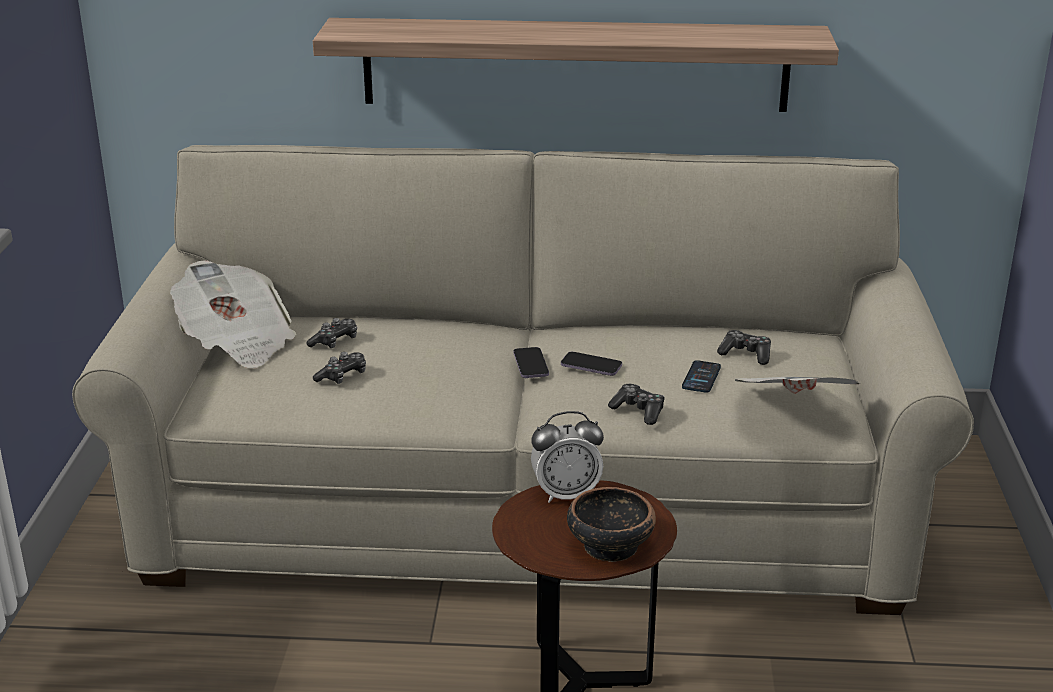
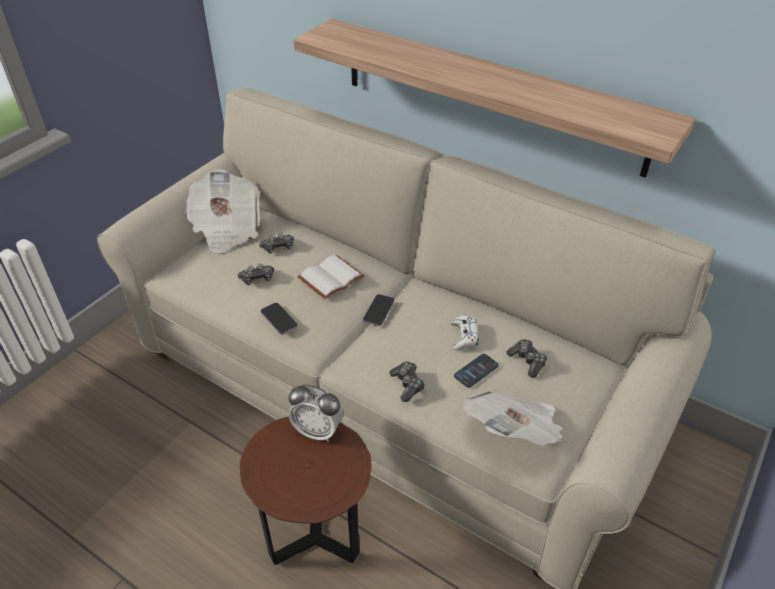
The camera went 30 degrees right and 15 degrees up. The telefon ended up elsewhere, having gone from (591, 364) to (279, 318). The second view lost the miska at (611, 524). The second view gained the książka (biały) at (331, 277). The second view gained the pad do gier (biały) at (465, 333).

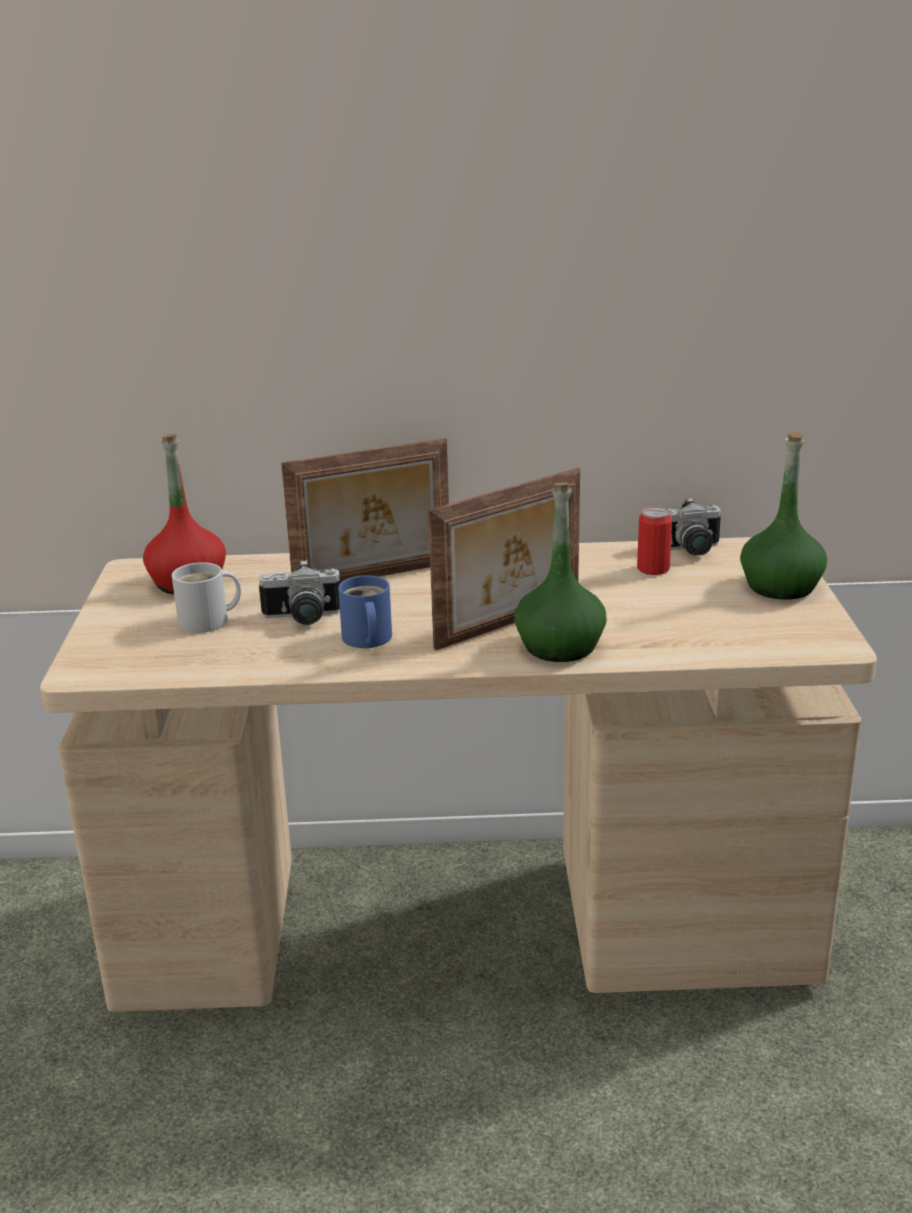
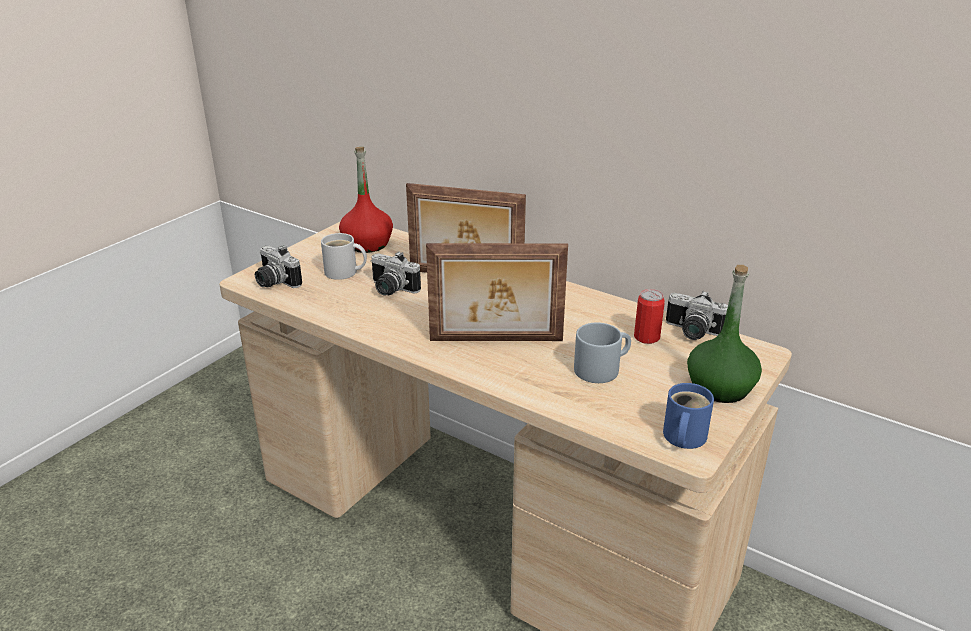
The camera went 35 degrees right and 5 degrees up. The second view lost the butelka (zielony) at (560, 572). The kubek (niebieski) ended up elsewhere, having gone from (365, 611) to (688, 416). The second view gained the aparat fotograficzny at (278, 266). The second view gained the kubek (szary) at (602, 353).

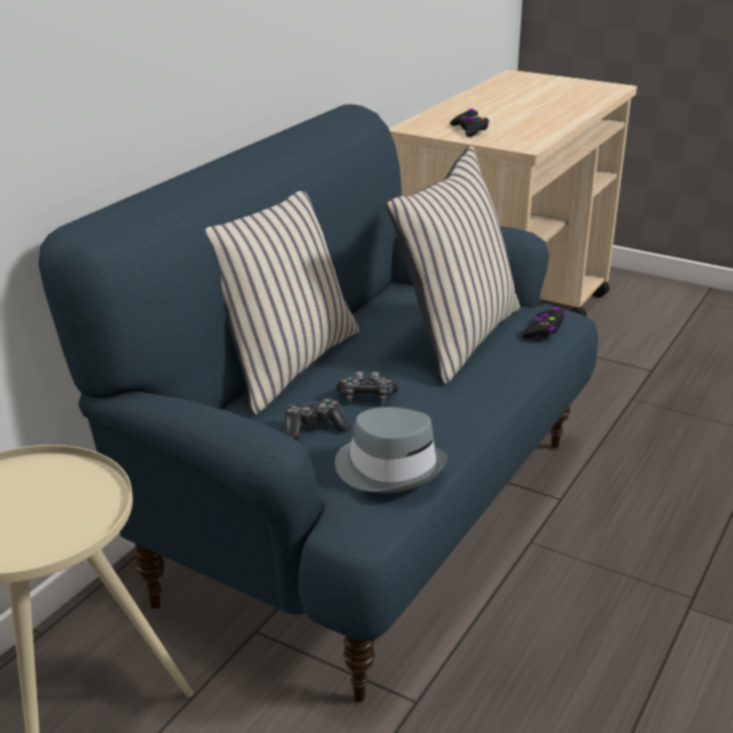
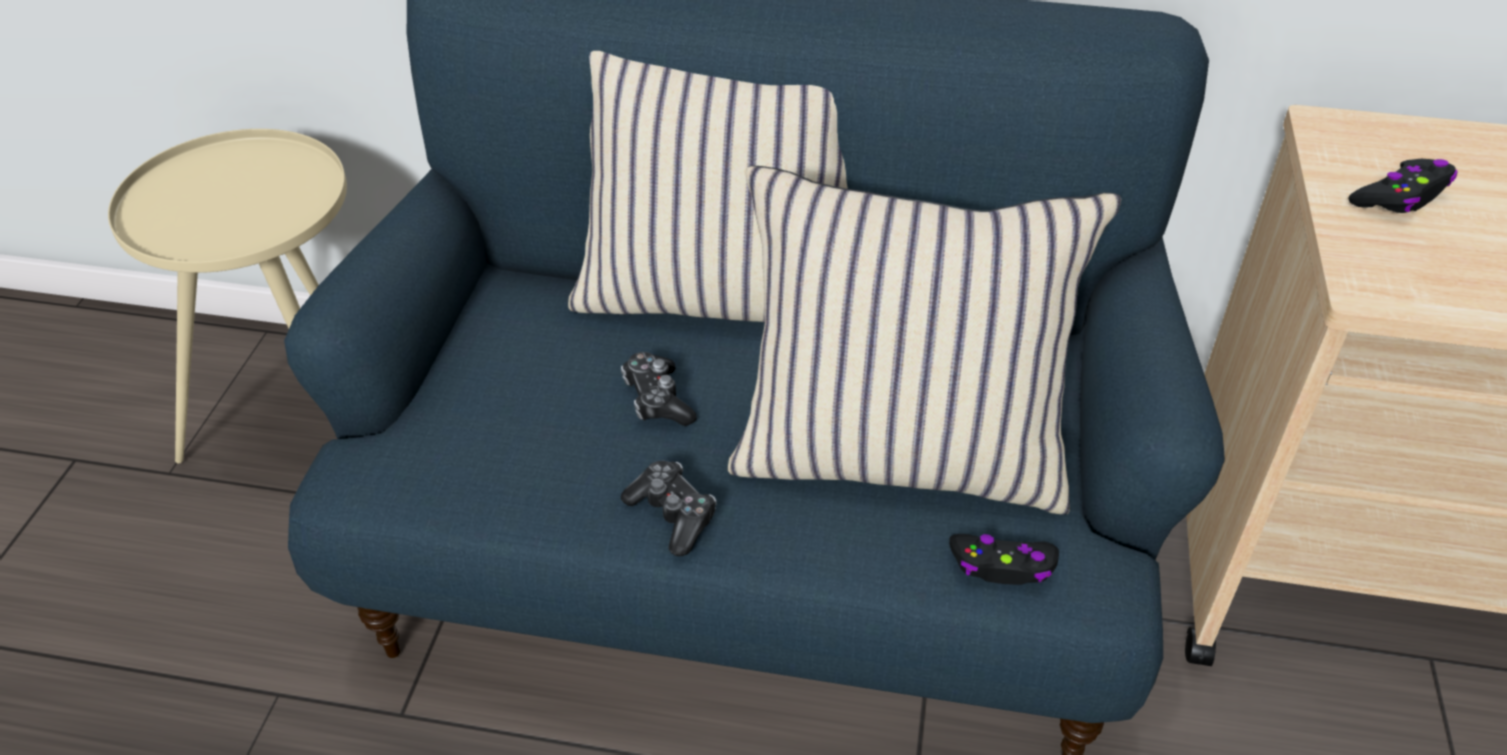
The camera went 70 degrees right and 15 degrees up. The pad do gier ended up elsewhere, having gone from (317, 419) to (669, 508). The second view lost the kapelusz (szary) at (391, 450).

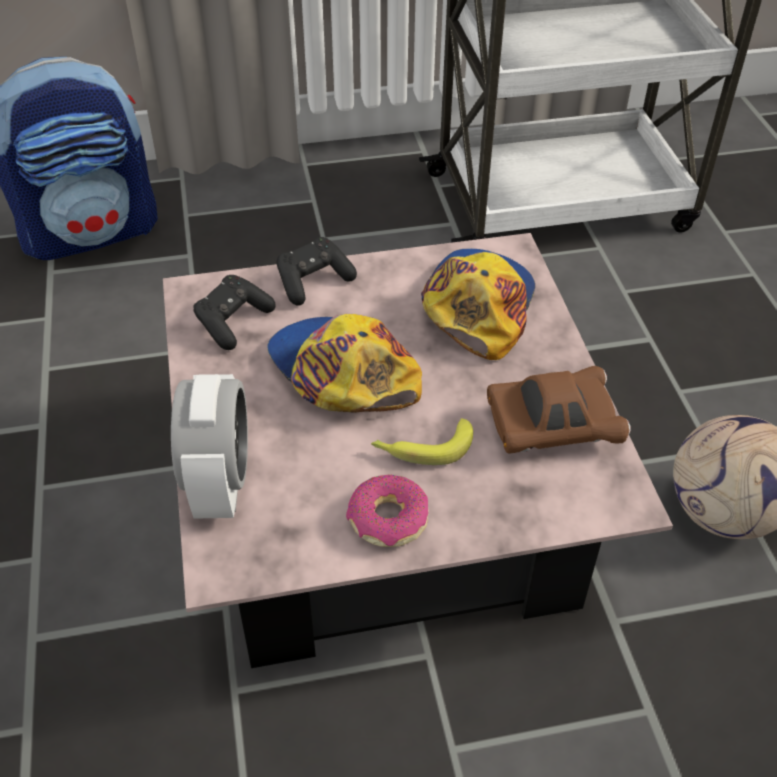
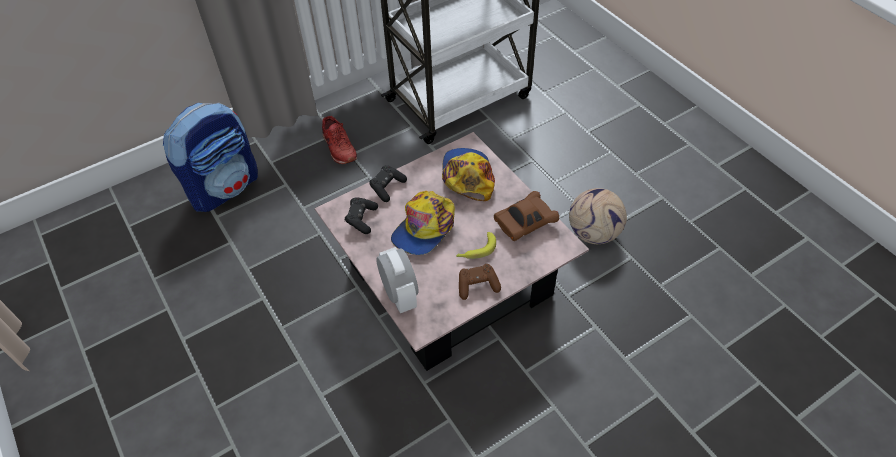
The camera went 20 degrees left and 5 degrees up. The czapka z daszkiem at (345, 363) ended up facing another way, 90 degrees counterclockwise from before. Where the donut stood at (387, 510), the pad do gier (brązowy) came to stand at (480, 282). The second view gained the but (czerwony) at (339, 140).

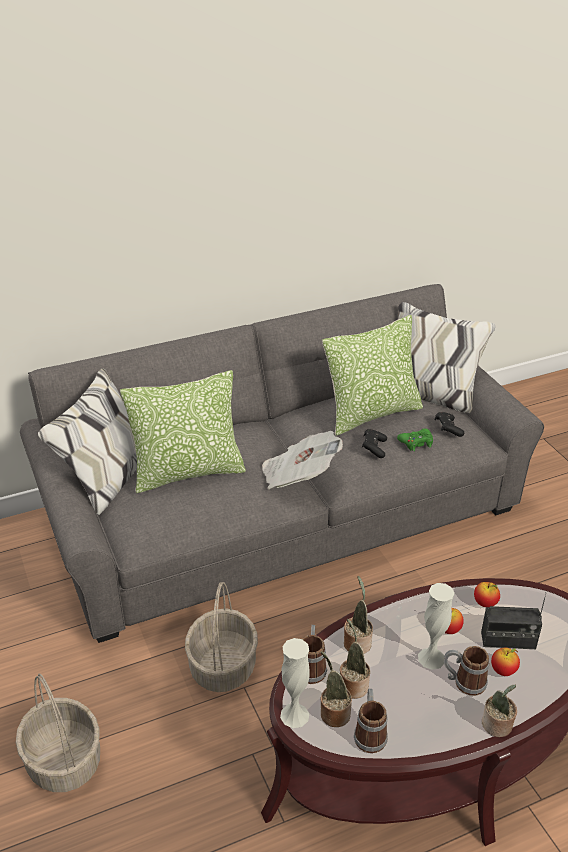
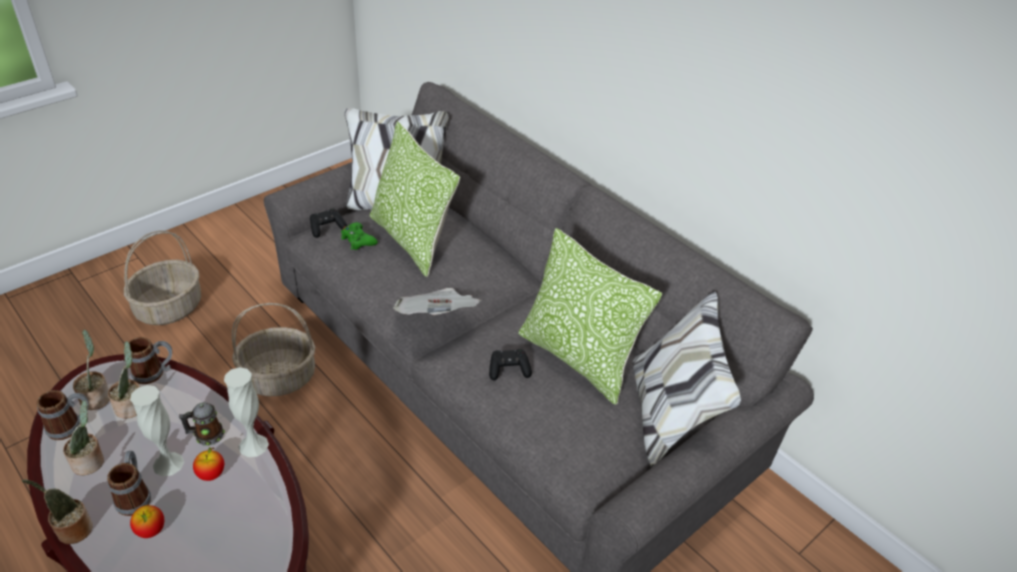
The camera went 70 degrees right and 5 degrees up. The pad do gier (czarny) ended up elsewhere, having gone from (449, 424) to (328, 223). The pad do gier (zielony) ended up elsewhere, having gone from (415, 439) to (359, 236). The roślina doniczkowa ended up elsewhere, having gone from (358, 615) to (83, 437). The second view lost the jabłko at (487, 594). The second view lost the radio at (514, 620). The wazon (biały) ended up elsewhere, having gone from (295, 683) to (246, 412). The second view gained the kubek at (202, 424).

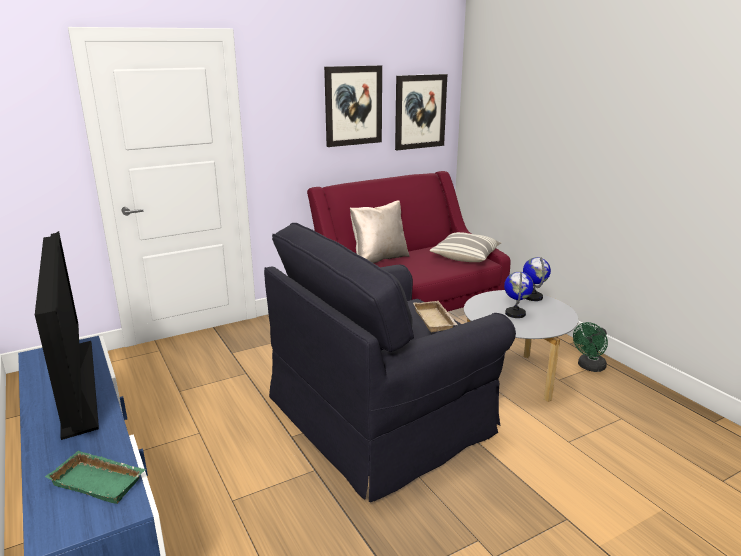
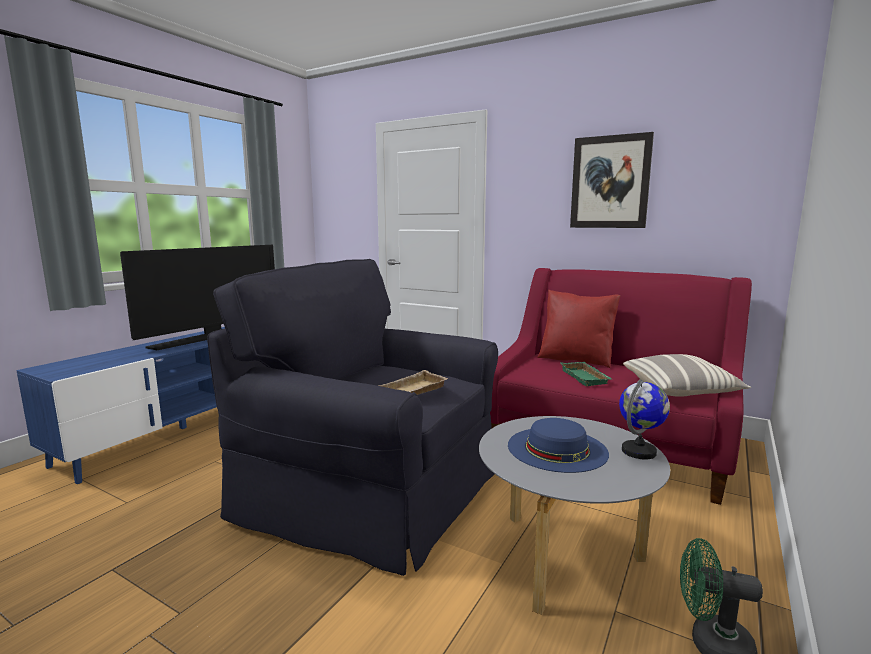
The camera went 60 degrees right and 10 degrees down. The second view lost the obraz at (421, 112). What was the poduszka (beżowy) at (380, 231) turned into the poduszka (czerwony) at (578, 329). Where the globus stood at (519, 295), the kapelusz (niebieski) came to stand at (558, 445). The taca (zielony) ended up elsewhere, having gone from (95, 477) to (586, 374).

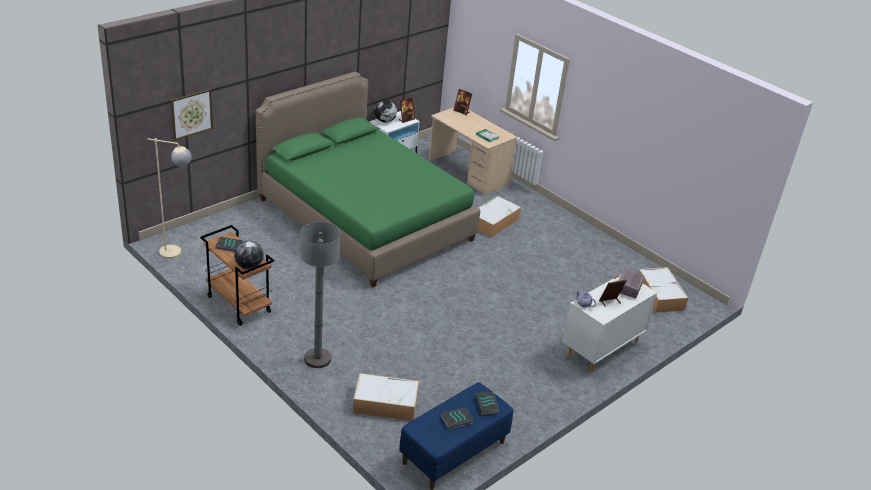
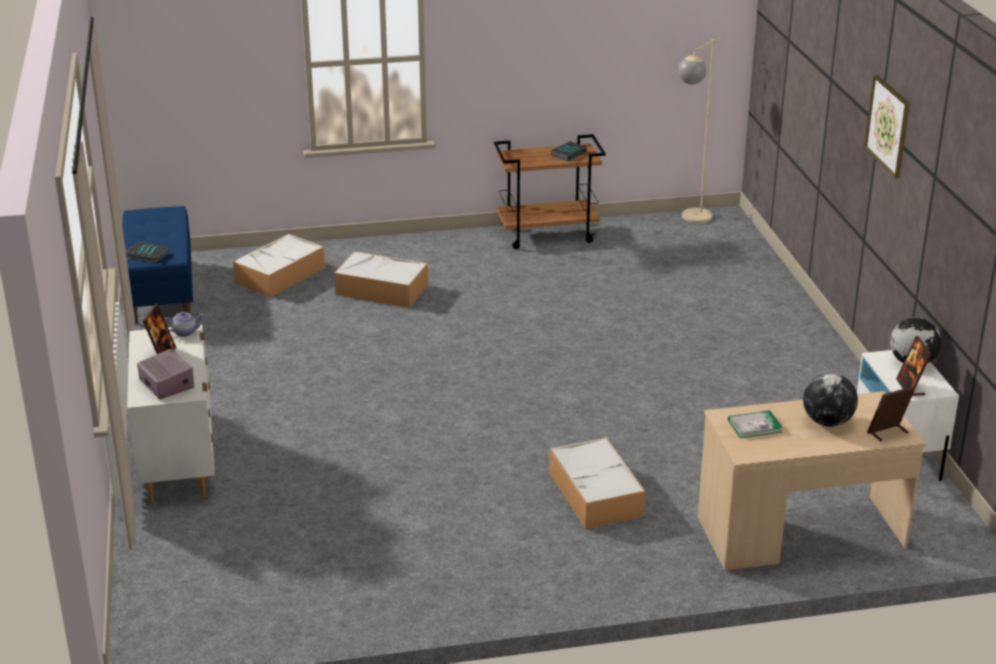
The camera went 125 degrees right and 5 degrees down. The second view lost the łóżko (zielony) at (368, 179). The obraz ended up elsewhere, having gone from (192, 114) to (887, 126). The second view lost the lampa stojąca (szary) at (320, 295). The globus ended up elsewhere, having gone from (249, 255) to (830, 400). The pojemnik do przechowywania ended up elsewhere, having gone from (663, 290) to (381, 279). The second view lost the książka at (457, 418).

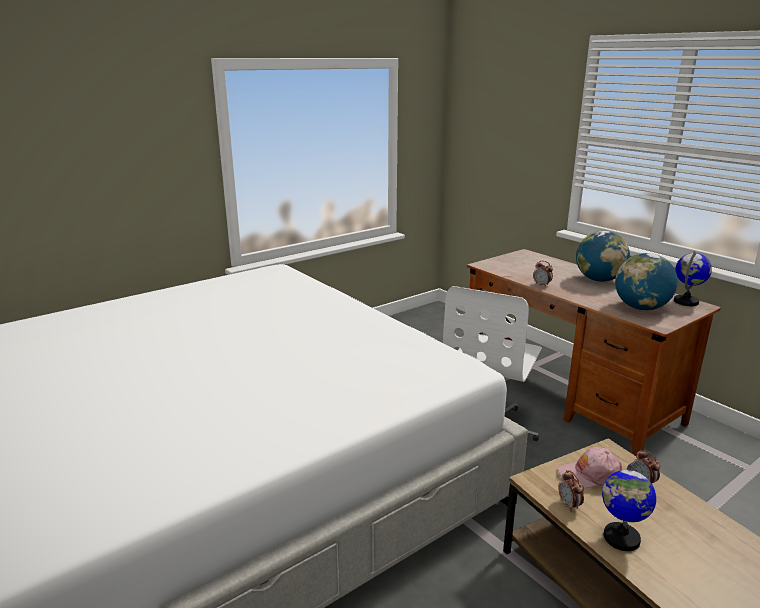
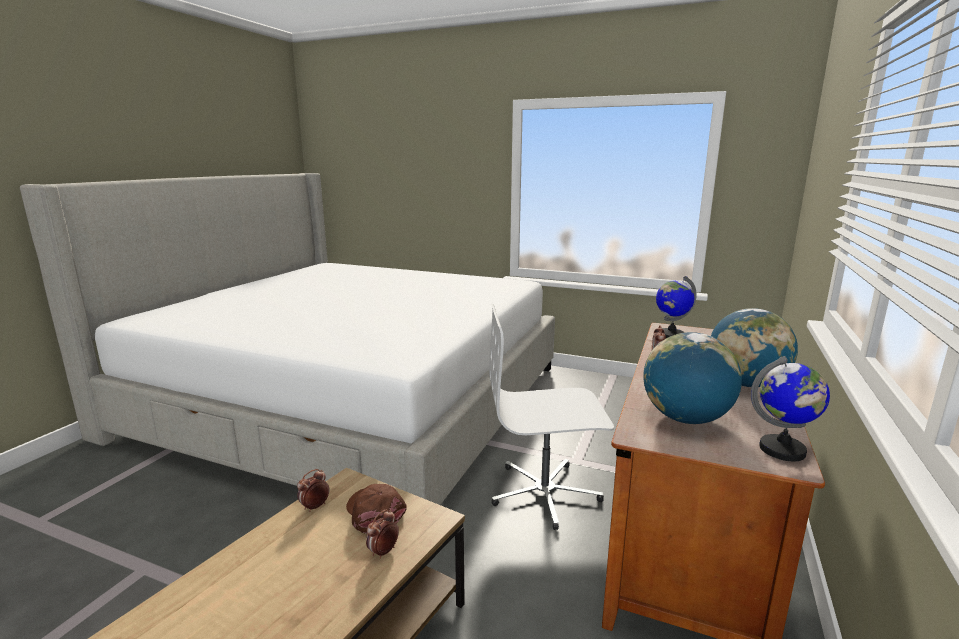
The camera went 60 degrees right and 5 degrees down. What was the czapka z daszkiem (różowy) at (589, 467) turned into the czapka z daszkiem (brązowy) at (376, 509). The globus ended up elsewhere, having gone from (629, 506) to (676, 307).

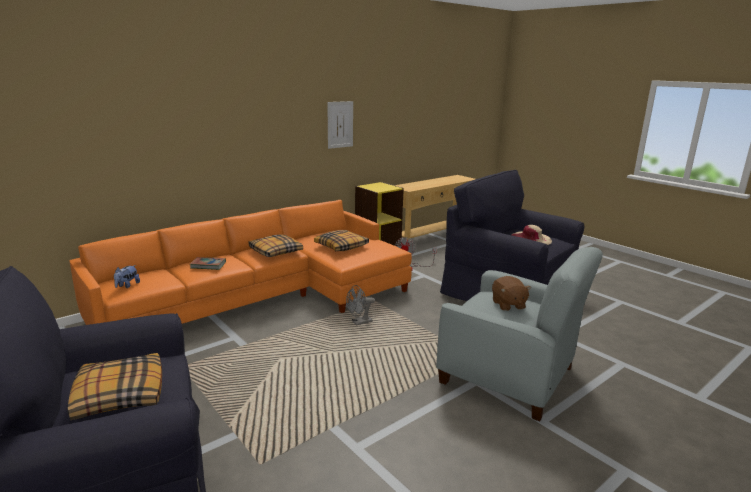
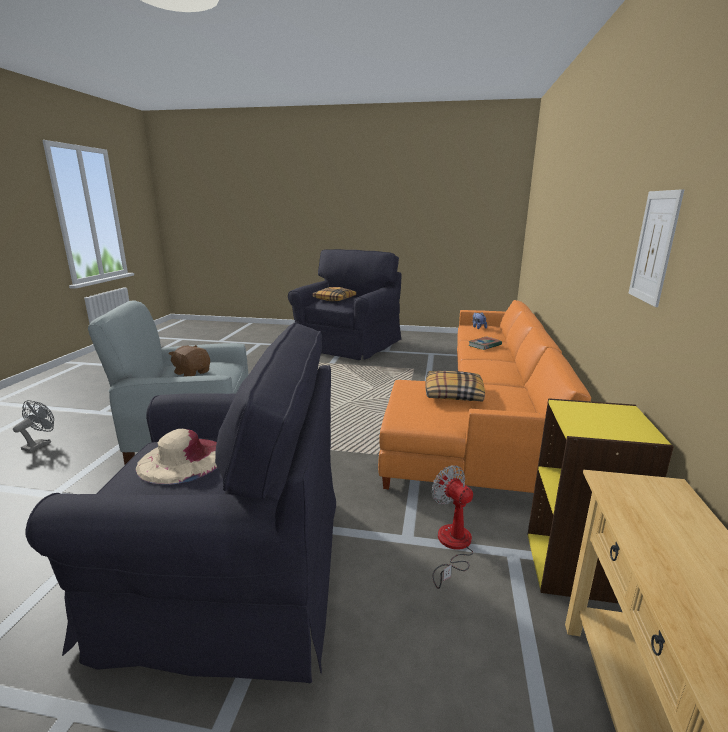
The camera went 140 degrees right and 0 degrees up. The second view lost the poduszka at (275, 245). The wentylator (szary) ended up elsewhere, having gone from (360, 305) to (33, 426).

